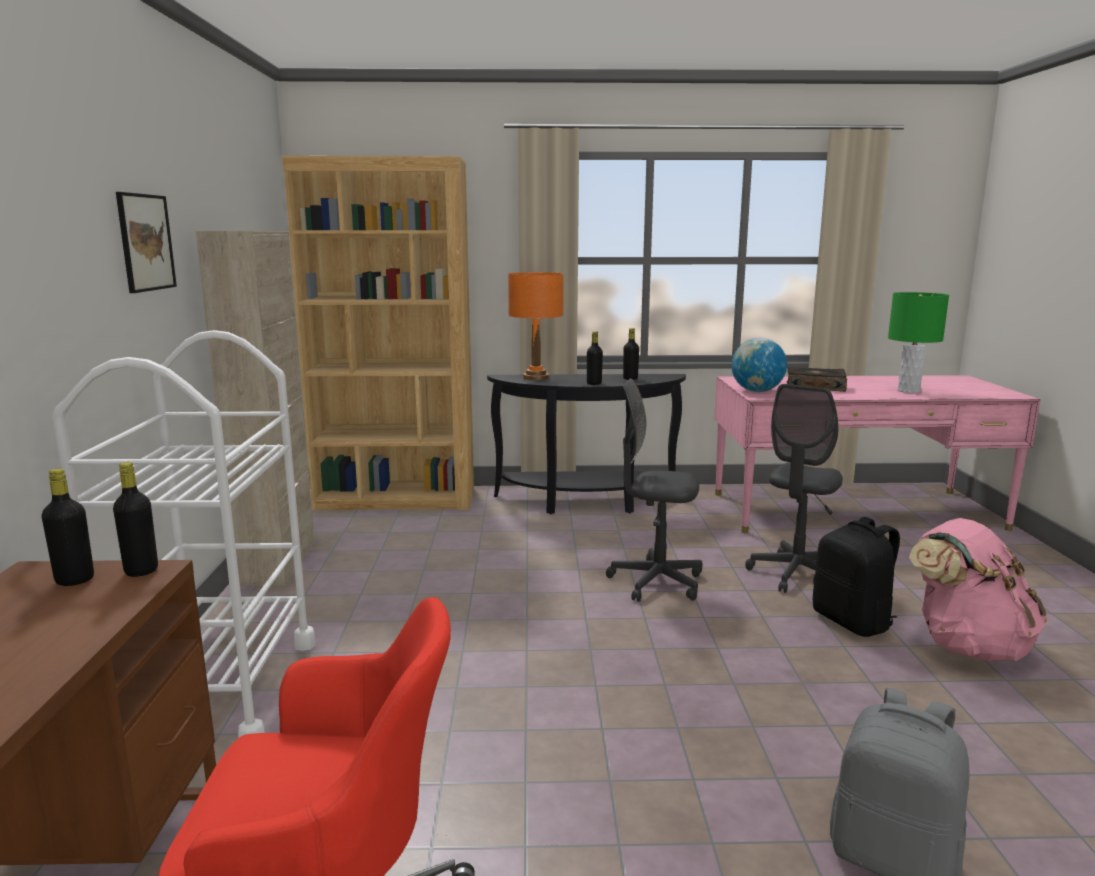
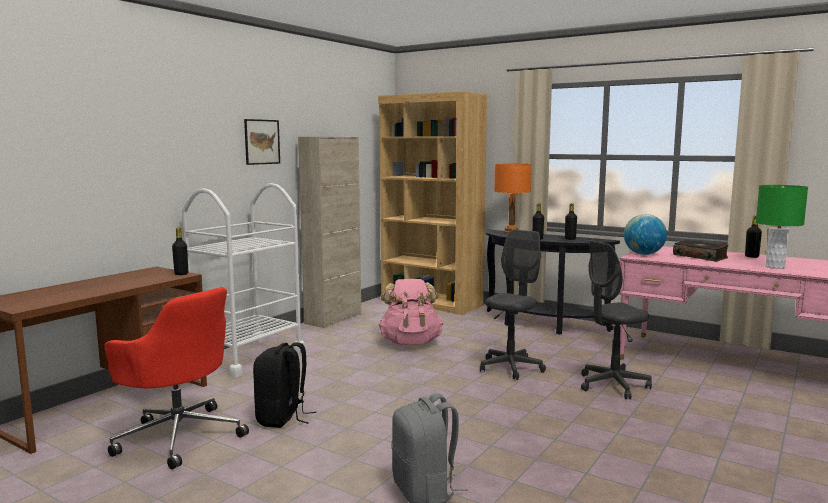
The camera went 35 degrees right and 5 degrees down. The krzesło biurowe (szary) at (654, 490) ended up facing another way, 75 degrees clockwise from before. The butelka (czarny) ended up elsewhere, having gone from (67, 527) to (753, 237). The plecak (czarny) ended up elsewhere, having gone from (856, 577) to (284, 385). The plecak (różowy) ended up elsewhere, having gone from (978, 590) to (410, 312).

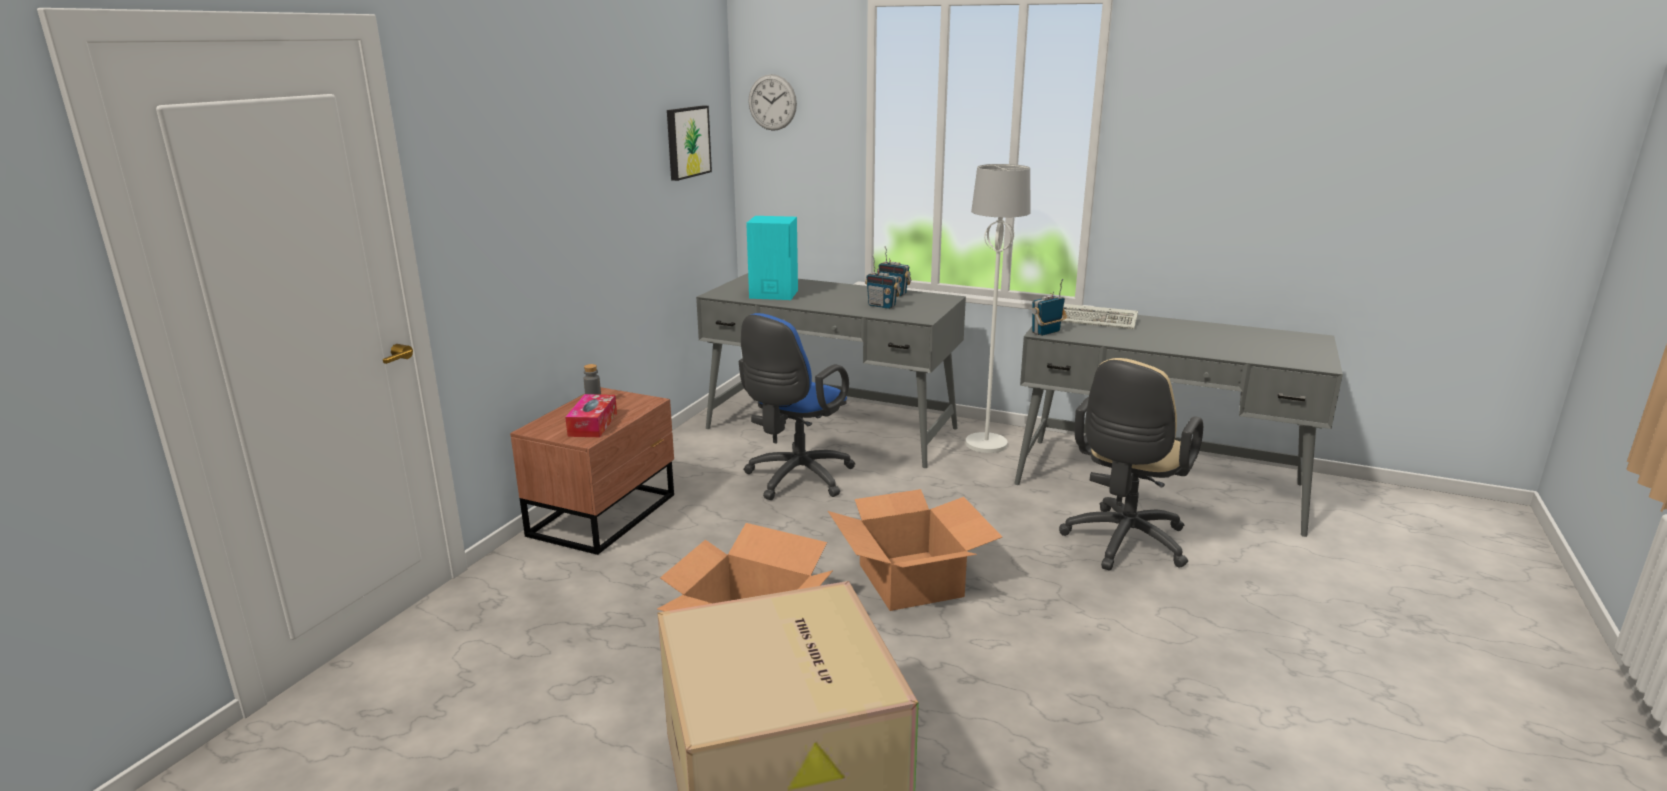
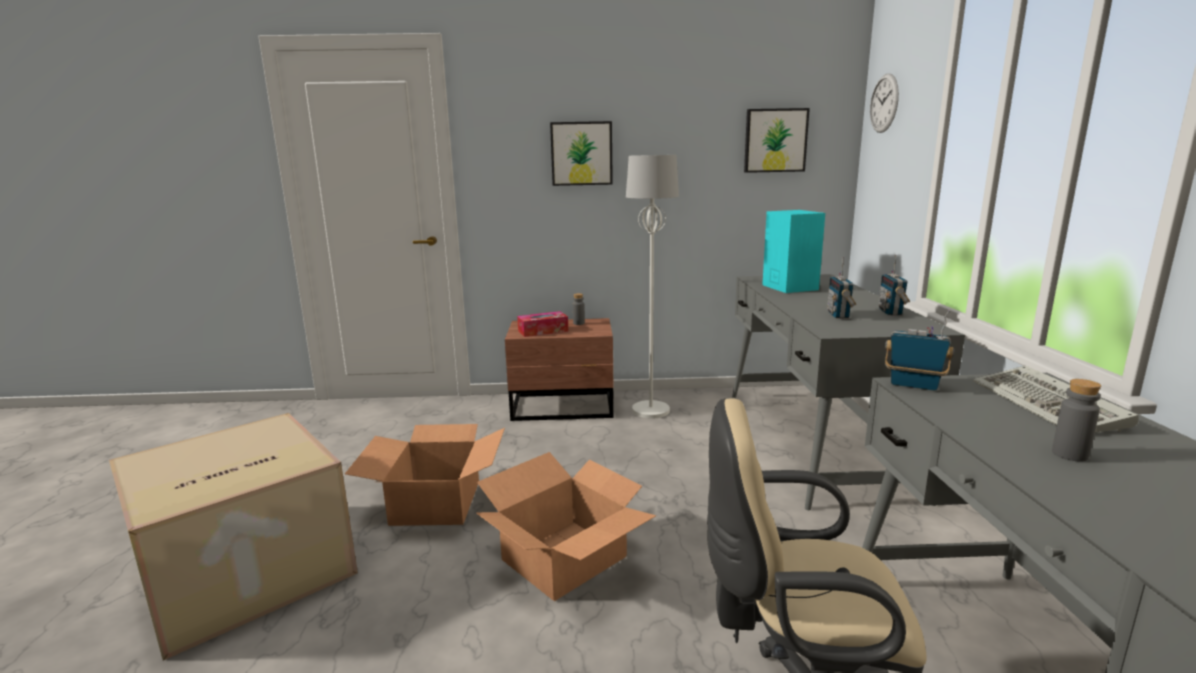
The camera went 65 degrees right and 5 degrees down. The lampa stojąca (biały) ended up elsewhere, having gone from (998, 308) to (652, 287). The second view lost the krzesło biurowe (niebieski) at (797, 406). The second view gained the obraz at (581, 153). The second view gained the butelka (szary) at (1076, 420).

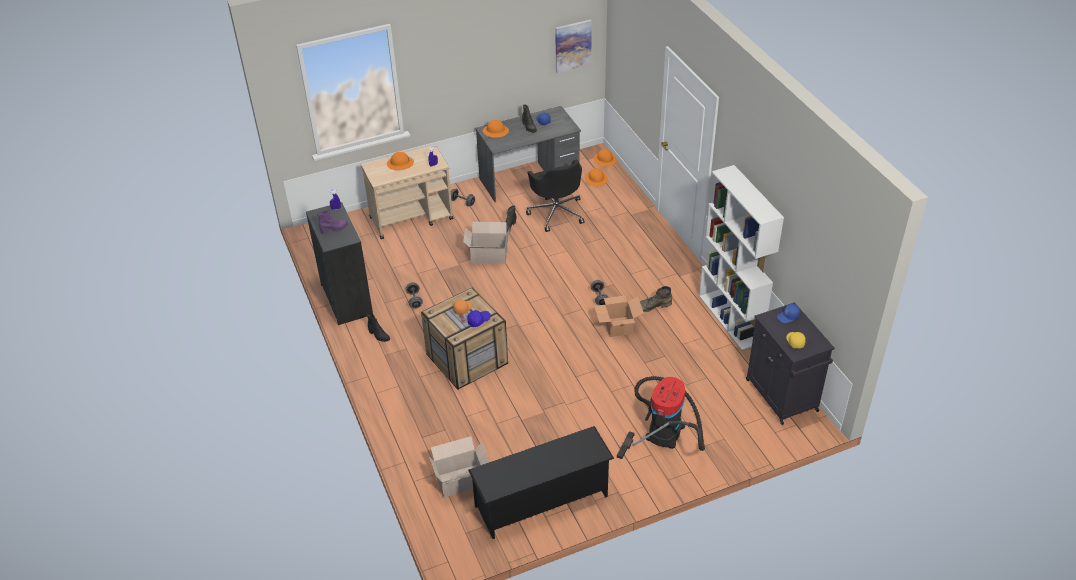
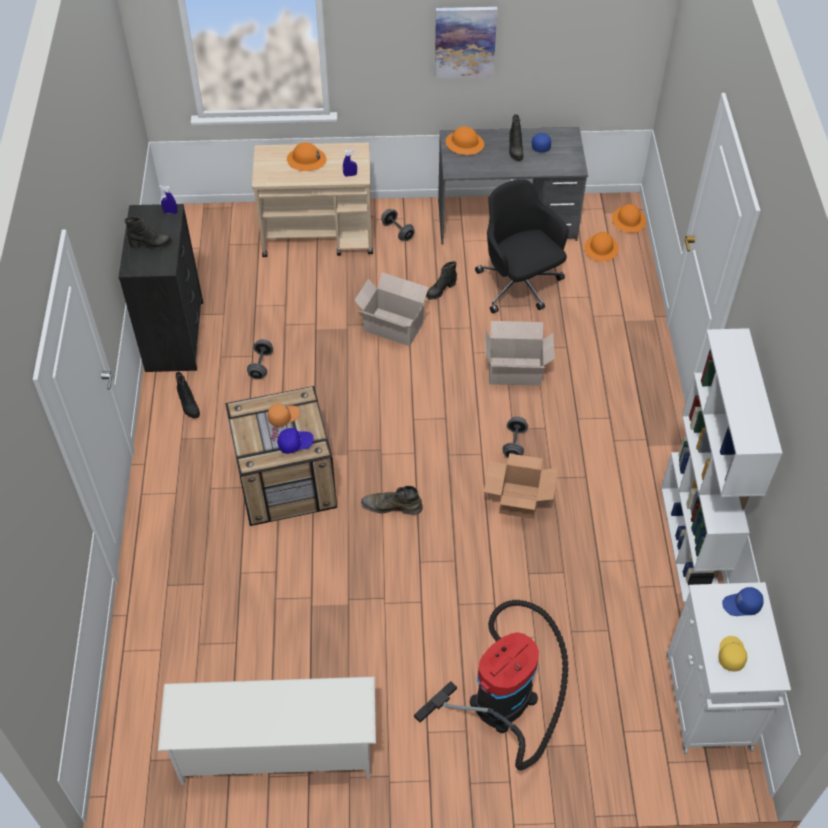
The camera went 20 degrees right and 10 degrees up. The obraz ended up elsewhere, having gone from (573, 47) to (466, 42). The krzesło biurowe (czarny) at (555, 196) ended up facing another way, 150 degrees clockwise from before. What was the but z cholewką (fioletowy) at (332, 222) turned into the but z cholewką (czarny) at (148, 233). The but z cholewką (zielony) ended up elsewhere, having gone from (656, 299) to (392, 500). What was the szafka (czarny) at (790, 363) turned into the szafka (biały) at (728, 668). What was the regał na buty (czarny) at (541, 482) turned into the regał na buty (biały) at (267, 731). The karton ended up elsewhere, having gone from (459, 467) to (520, 353).

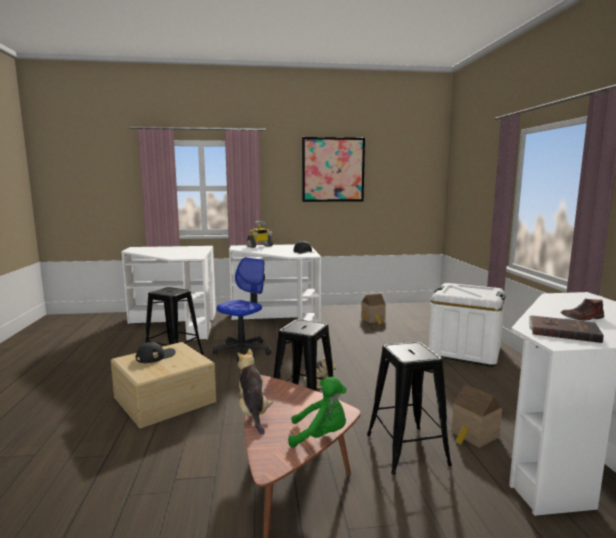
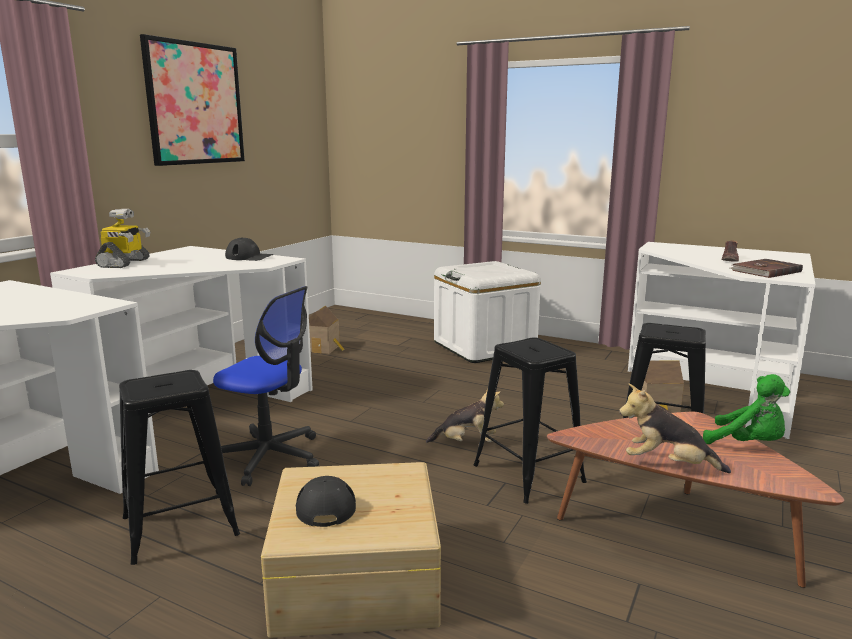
The camera went 55 degrees left and 5 degrees up. The krzesło biurowe at (242, 309) ended up facing another way, 135 degrees clockwise from before. The pluszak (zielony) at (317, 412) ended up facing another way, 90 degrees clockwise from before.

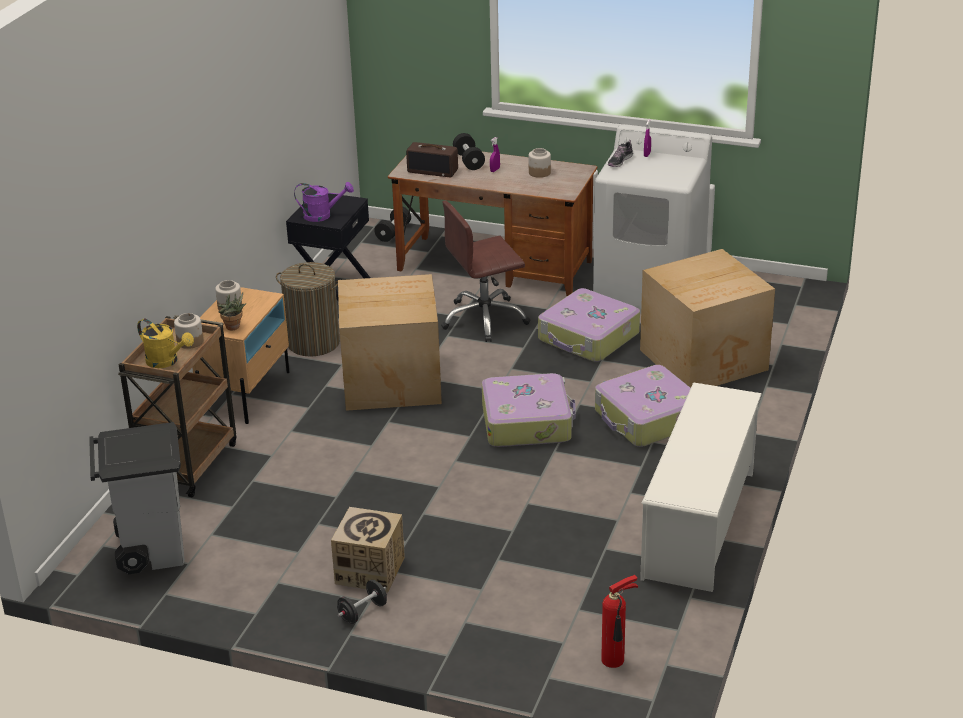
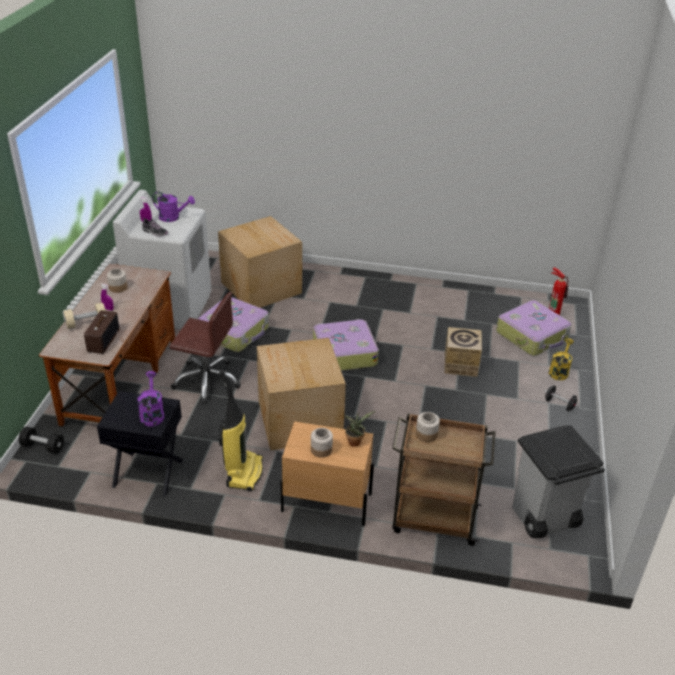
The camera went 100 degrees left and 5 degrees up. What was the hantel (czarny) at (469, 151) turned into the hantel (beżowy) at (84, 316). The krzesło biurowe (brązowy) at (485, 271) ended up facing another way, 45 degrees counterclockwise from before. Where the kosz na pranie stood at (308, 309), the odkurzacz came to stand at (241, 431). The konewka (żółty) ended up elsewhere, having gone from (165, 343) to (561, 359). The walizka ended up elsewhere, having gone from (643, 406) to (533, 328). The second view lost the regał na buty (biały) at (701, 487). The karton ended up elsewhere, having gone from (368, 550) to (463, 352). The second view gained the konewka (fioletowy) at (173, 207).

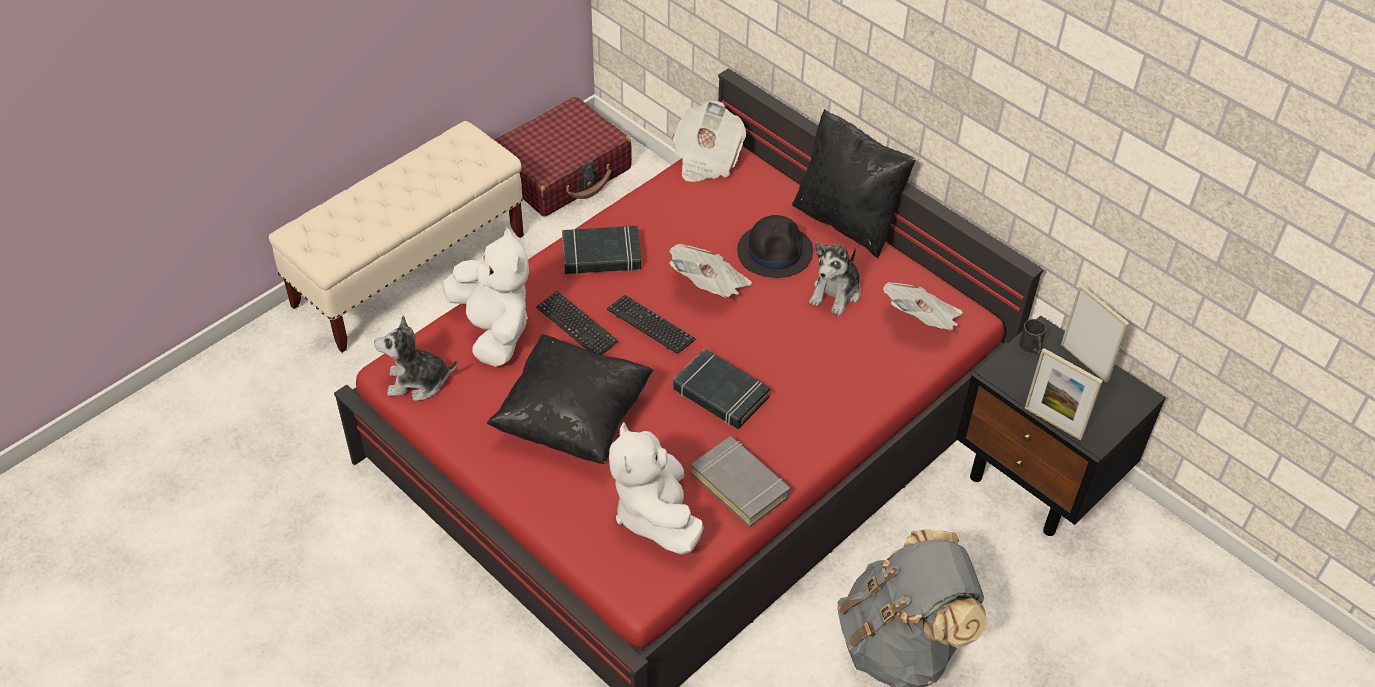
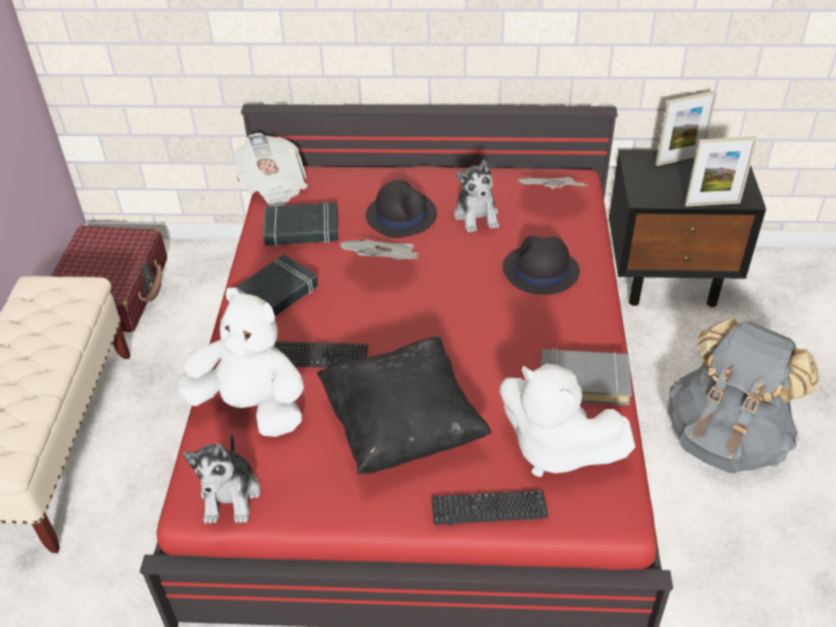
The camera went 40 degrees left and 5 degrees down. The second view lost the poduszka (czarny) at (854, 183). The ramka na zdjęcie at (1095, 334) ended up facing another way, 150 degrees clockwise from before. The klawiatura ended up elsewhere, having gone from (651, 324) to (490, 508). The pluszak at (416, 358) ended up facing another way, 45 degrees counterclockwise from before. The second view lost the kubek (czarny) at (1032, 337). The książka (czarny) ended up elsewhere, having gone from (721, 389) to (300, 224). The second view gained the kapelusz (czarny) at (541, 265).

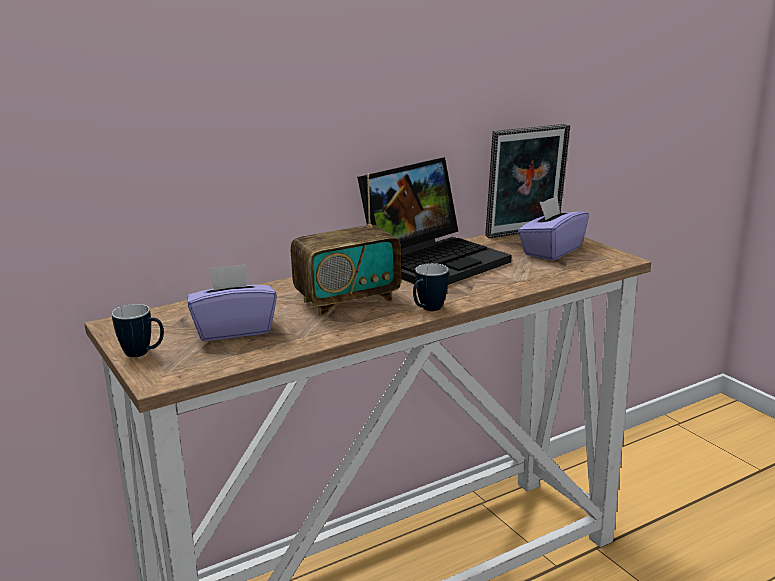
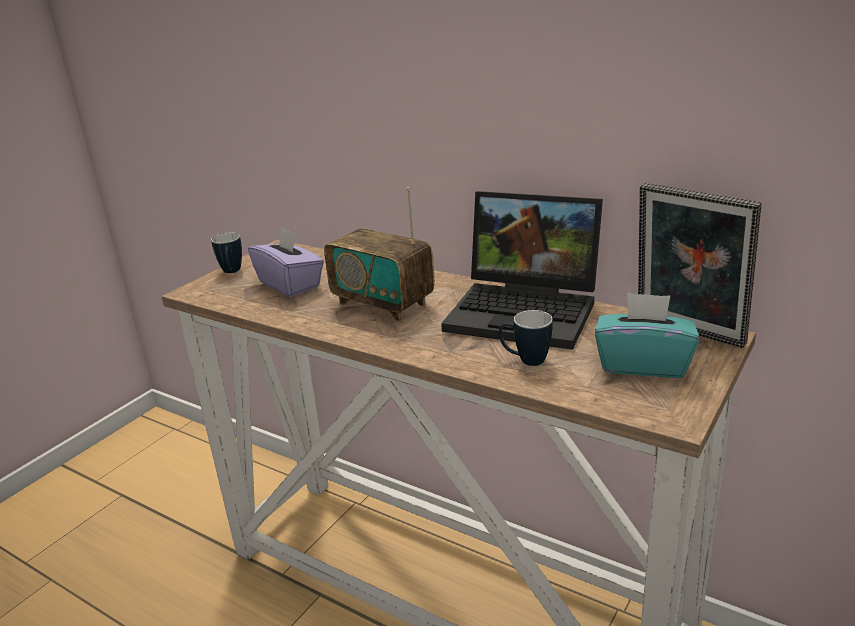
The camera went 65 degrees right and 5 degrees up. What was the pudełko chusteczek (fioletowy) at (553, 228) turned into the pudełko chusteczek (turkusowy) at (647, 335). The kubek ended up elsewhere, having gone from (431, 287) to (526, 338).

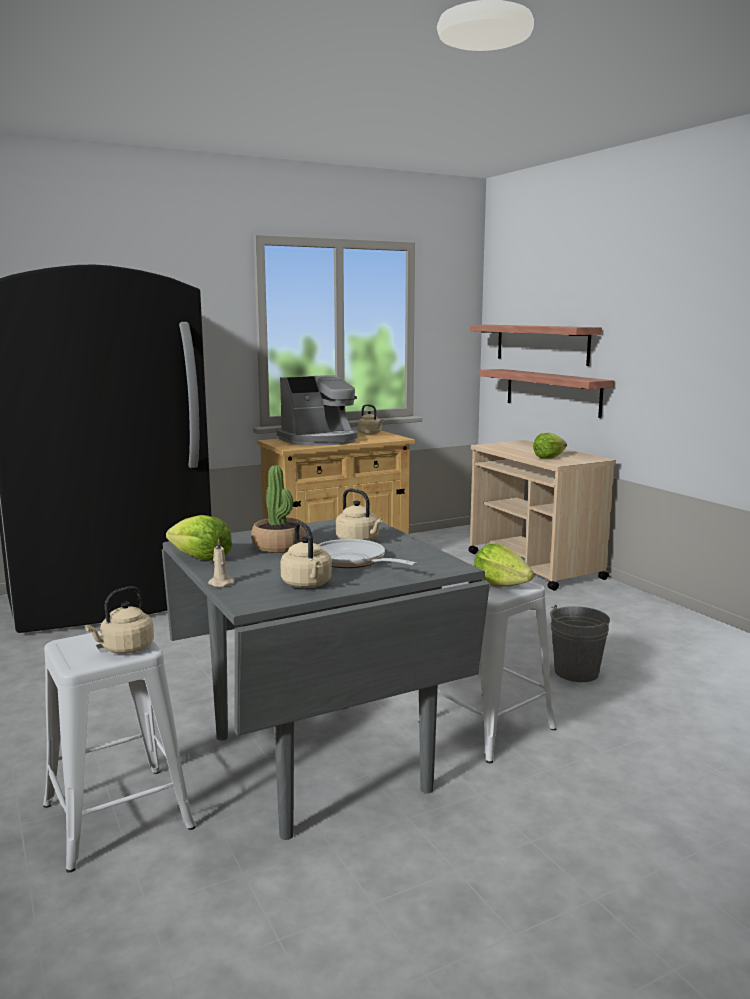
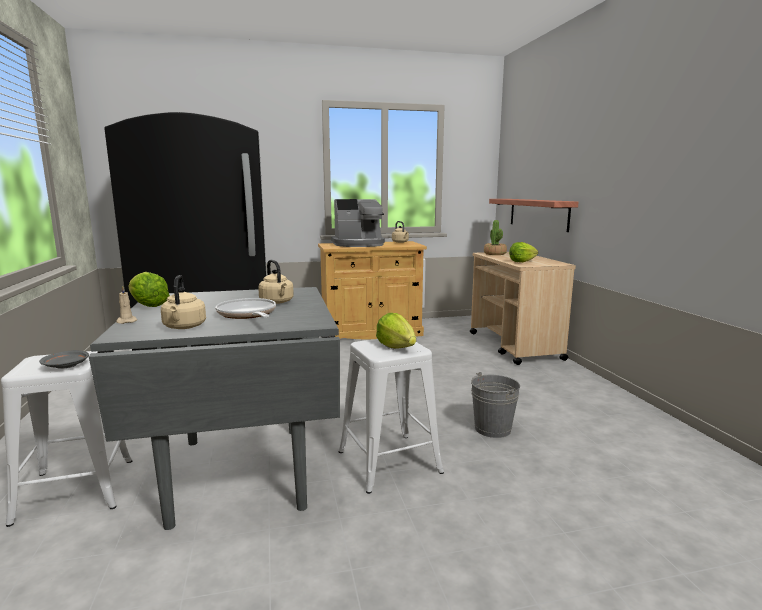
The camera went 15 degrees right and 0 degrees up. The second view lost the półka at (536, 345). The roślina doniczkowa ended up elsewhere, having gone from (279, 509) to (495, 237). Where the czajnik (beżowy) stood at (119, 620), the talerz (szary) came to stand at (64, 359).

